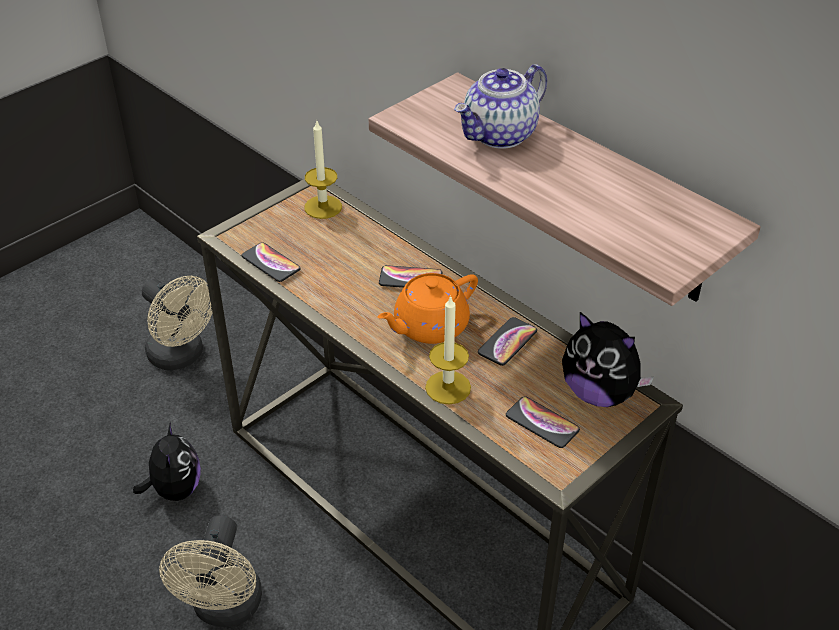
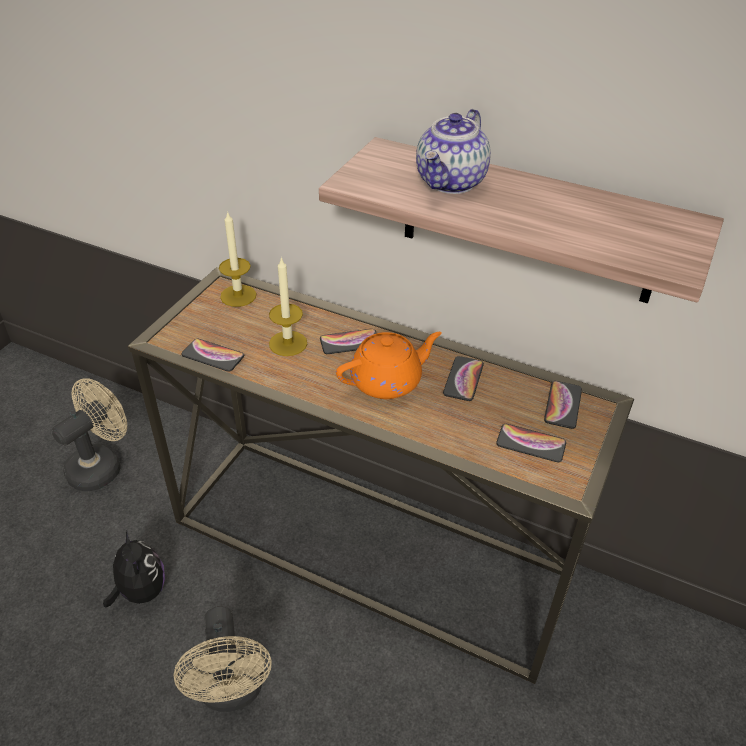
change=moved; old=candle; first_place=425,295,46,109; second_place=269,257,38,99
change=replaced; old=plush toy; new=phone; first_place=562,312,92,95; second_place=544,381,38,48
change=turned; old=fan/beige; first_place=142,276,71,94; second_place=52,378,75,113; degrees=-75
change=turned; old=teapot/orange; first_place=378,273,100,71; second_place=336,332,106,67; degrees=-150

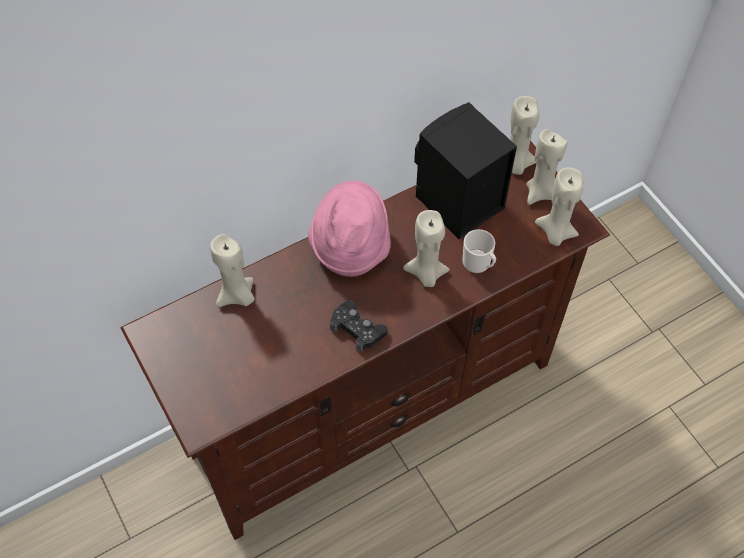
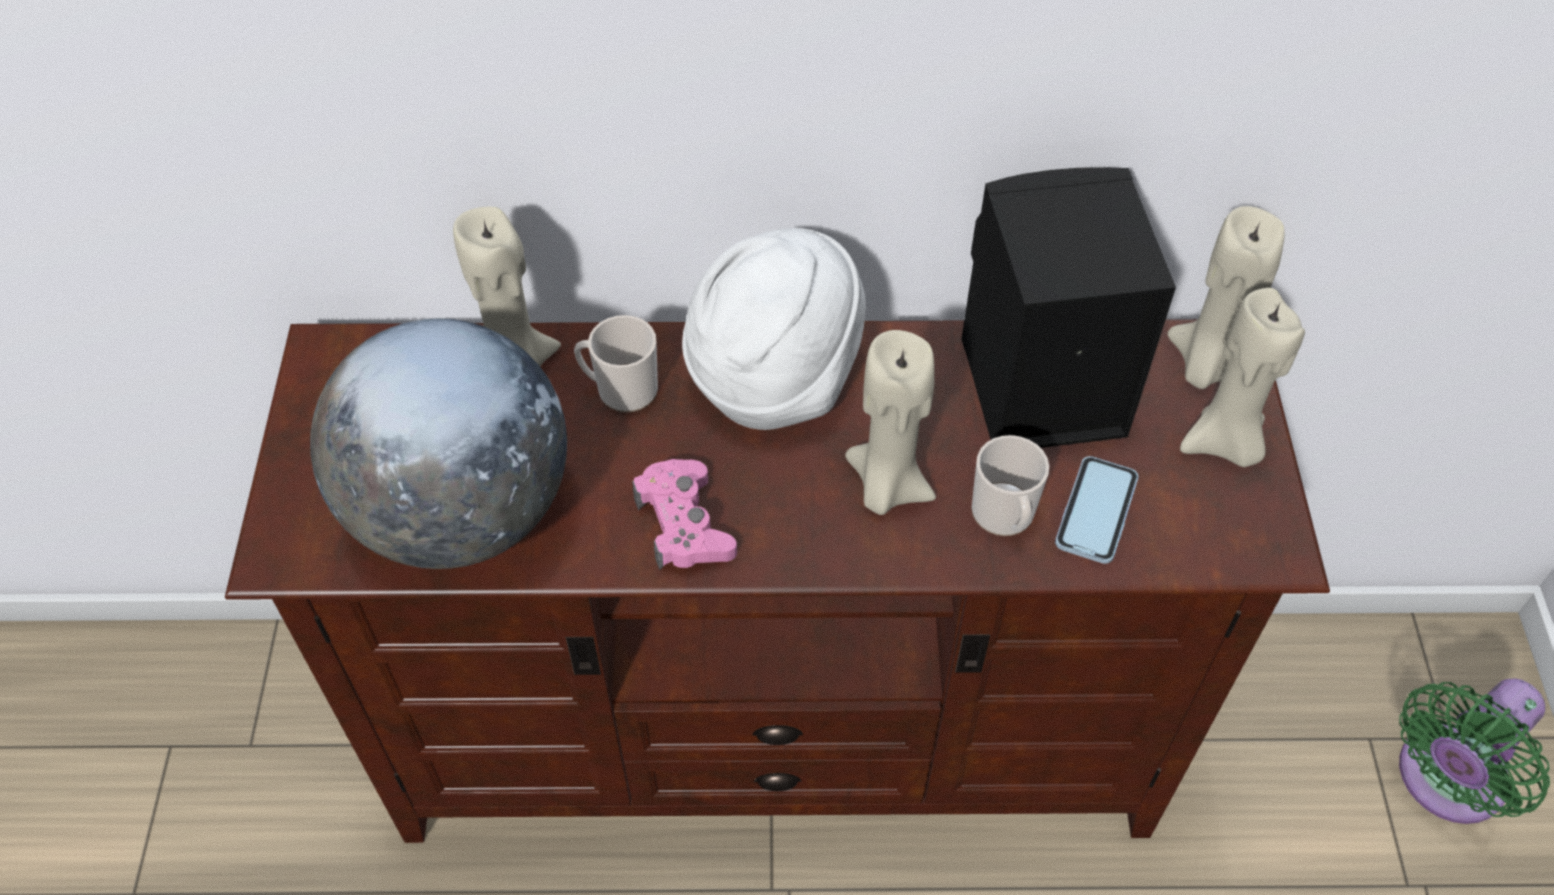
change=removed; old=candle/beige; first_place=535,167,48,79
change=added; new=globe; second_place=310,318,257,251
change=added; new=mug; second_place=574,315,84,98
change=added; new=phone; second_place=1055,456,84,108
change=added; new=fan/green; second_place=1399,679,151,145
change=recoloured; old=hat/pink; new=hat/white; first_place=308,181,83,96; second_place=682,228,184,202
change=recoloured; old=game controller/black; new=game controller/pink; first_place=330,300,57,53; second_place=632,459,105,111

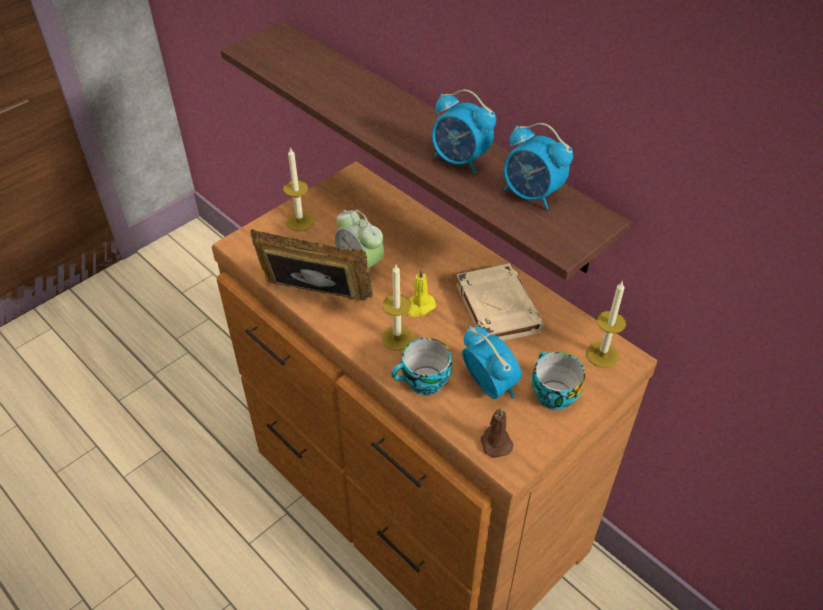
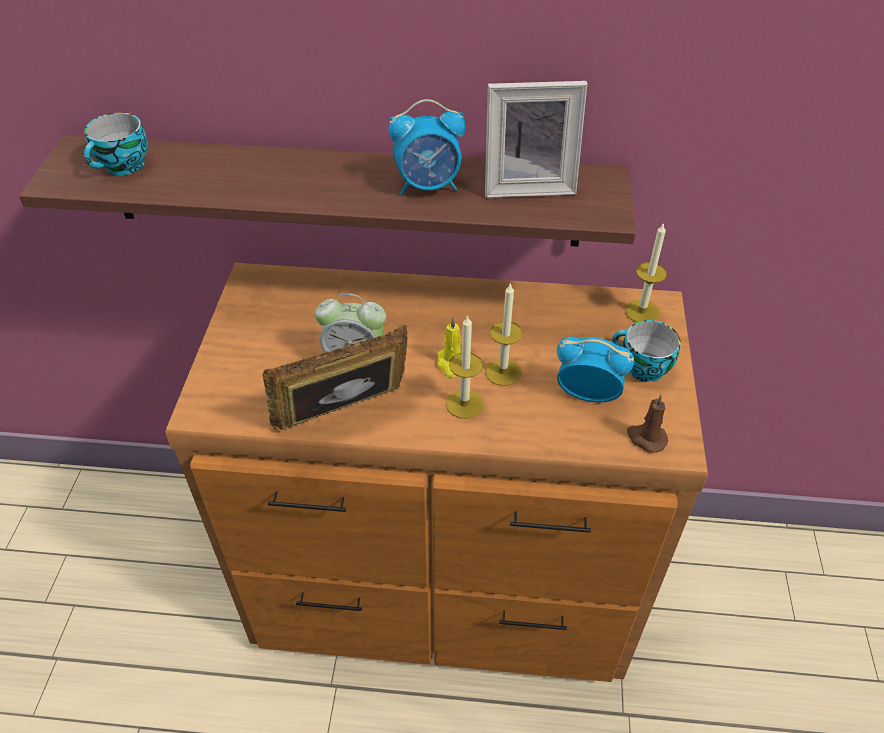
change=removed; old=book/beige; first_place=456,263,88,78
change=moved; old=candle; first_place=283,147,31,84; second_place=485,284,38,102
change=moved; old=cup; first_place=392,338,60,57; second_place=84,112,64,63
change=replaced; old=alarm clock; new=picture frame; first_place=504,123,69,87; second_place=485,81,102,117

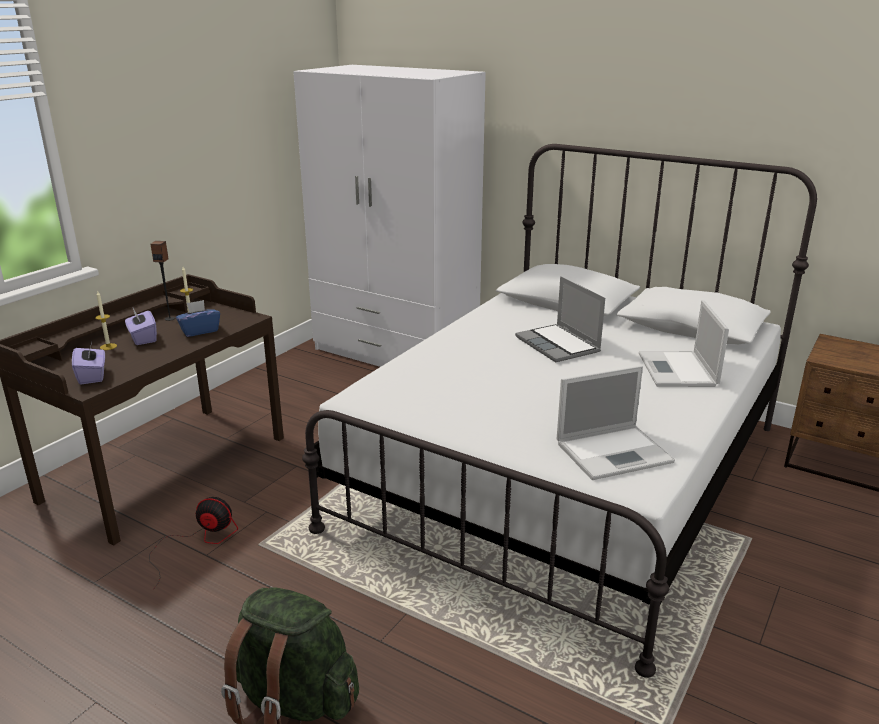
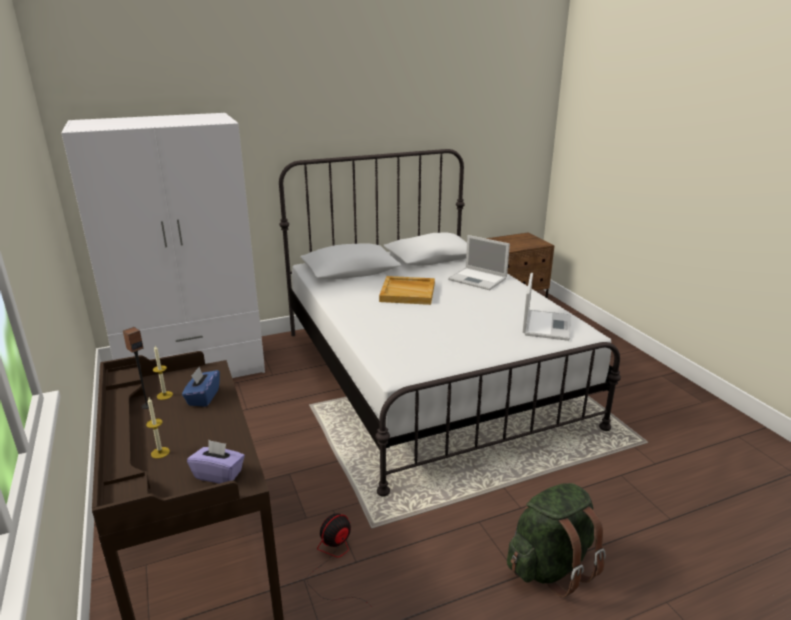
change=removed; old=tissue box/purple; first_place=125,308,32,37
change=replaced; old=laptop; new=tray/beige; first_place=515,276,90,86; second_place=379,276,56,29

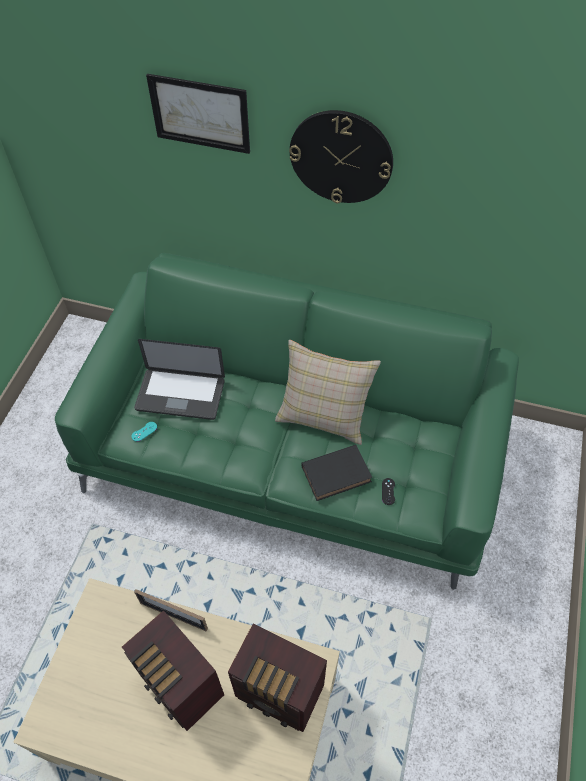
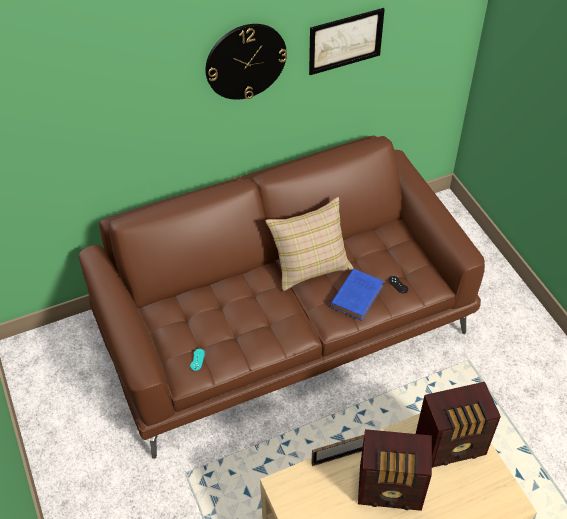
change=removed; old=laptop; first_place=134,339,91,81
change=moved; old=picture; first_place=146,74,104,80; second_place=309,8,76,67
change=recoloured; old=sofa/green; new=sofa/brown; first_place=55,253,464,337; second_place=79,136,406,323
change=recoloured; old=book/black; new=book/blue; first_place=301,445,71,56; second_place=330,269,54,52

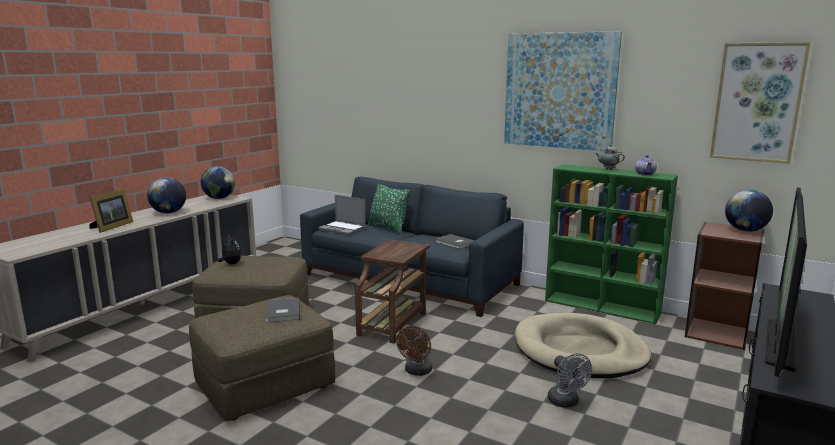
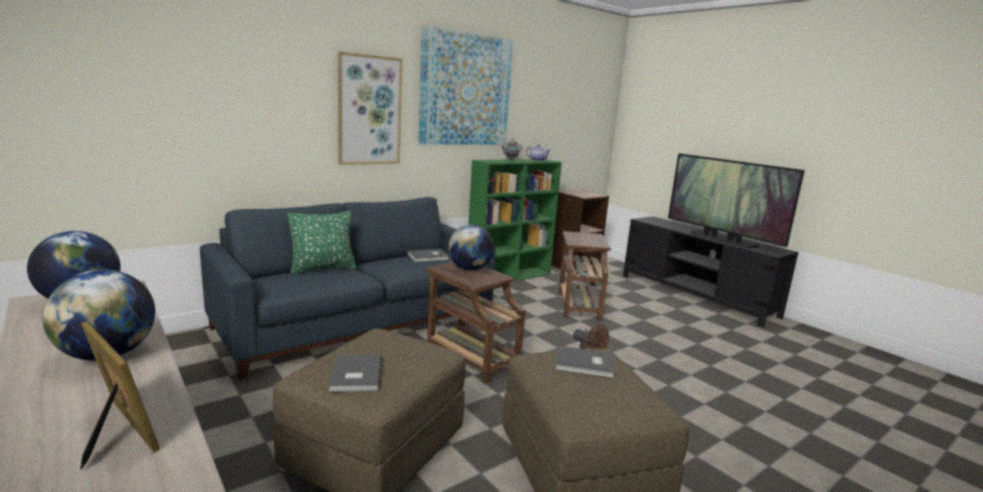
change=removed; old=laptop; first_place=318,195,48,40
change=removed; old=fan/grey; first_place=548,353,44,55
change=moved; old=picture; first_place=710,42,101,122; second_place=338,51,64,114
change=moved; old=globe; first_place=725,190,48,42; second_place=448,225,46,46
change=replaced; old=plush toy; new=book/grey; first_place=217,236,25,28; second_place=328,354,54,38
change=replaced; old=dog bed/beige; new=side table/brown; first_place=515,313,136,65; second_place=559,231,52,89

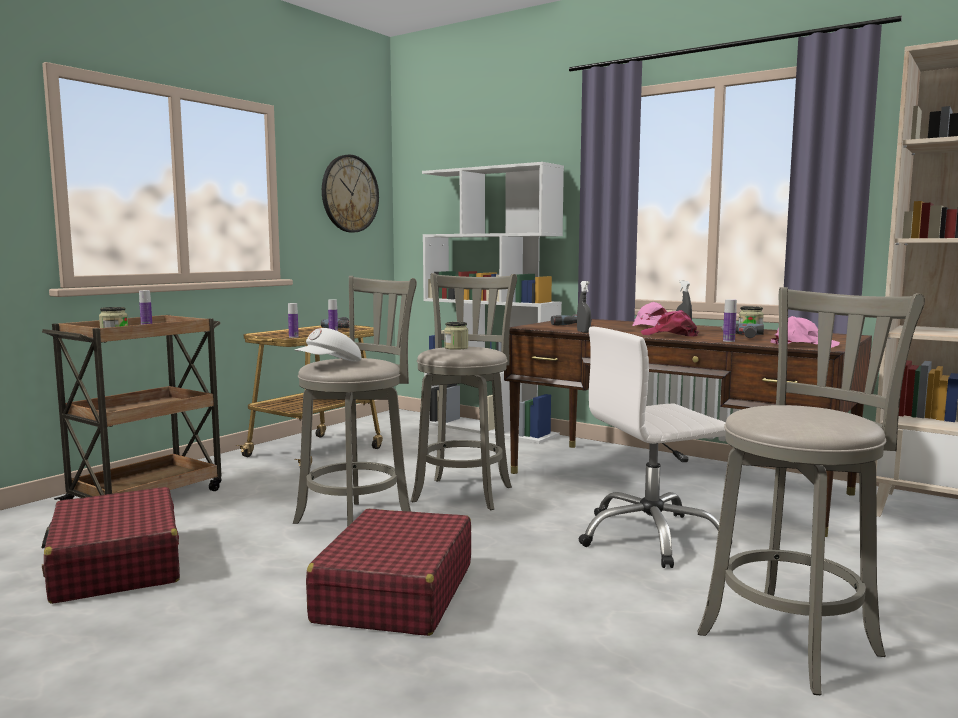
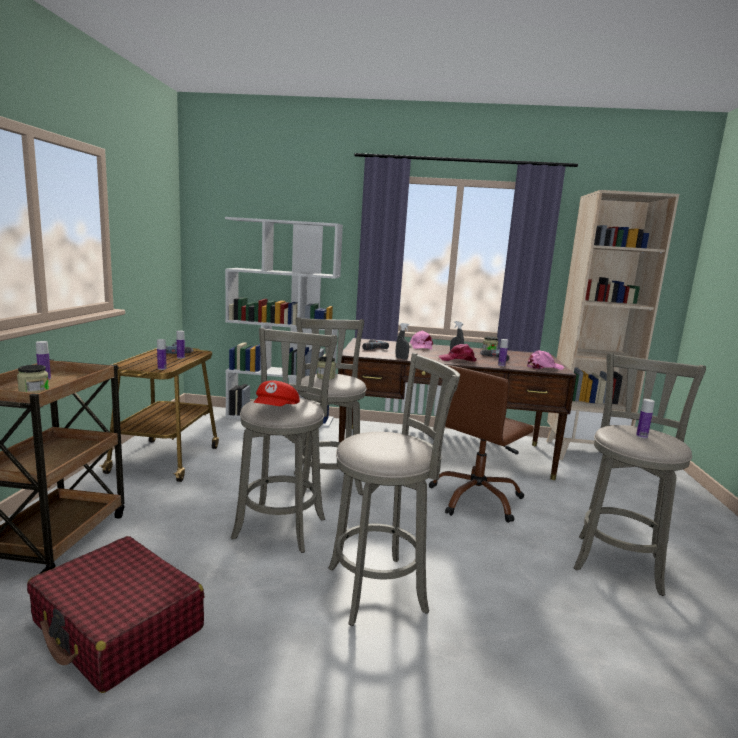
change=removed; old=wall clock; first_place=322,155,57,78
change=added; new=bottle; second_place=636,399,19,39
change=replaced; old=suitcase/red; new=stool/grey; first_place=306,509,165,127; second_place=328,353,132,273
change=recoloured; old=cap/white; new=cap/red; first_place=295,328,66,34; second_place=253,380,47,26
change=recoloured; old=office chair/white; new=office chair/brown; first_place=579,327,153,241; second_place=429,365,105,158

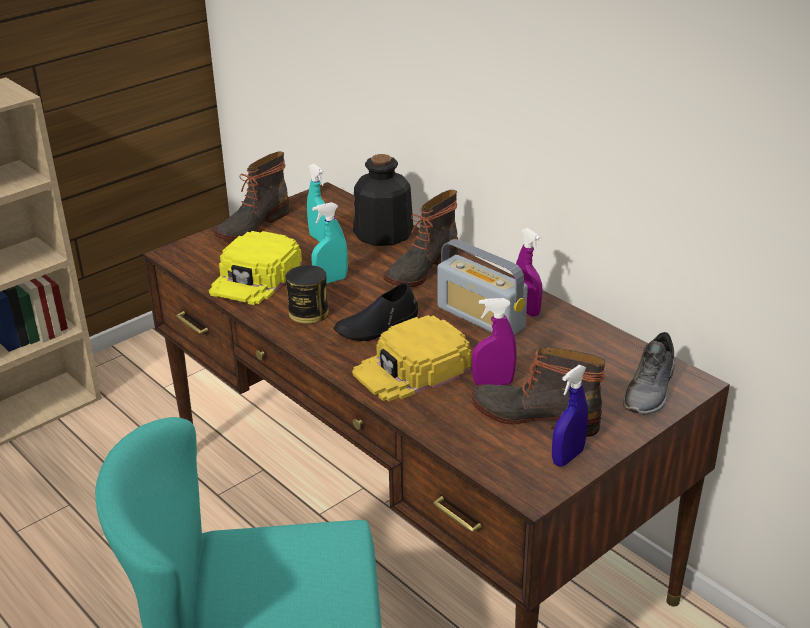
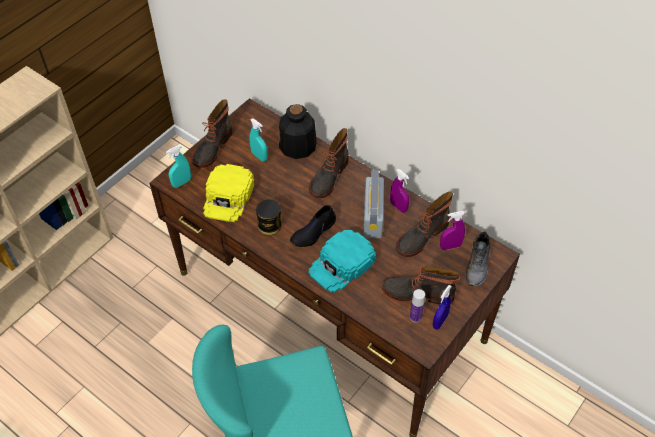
change=added; new=boot; second_place=396,192,57,65
change=added; new=bottle; second_place=410,289,15,34
change=moved; old=spray bottle/turquoise; first_place=311,202,37,82; second_place=166,145,25,43
change=moved; old=spray bottle/purple; first_place=472,298,45,87; second_place=440,211,25,39
change=recoloured; old=cap/yellow; new=cap/turquoise; first_place=352,315,120,87; second_place=308,229,68,64
change=turned; old=radio; first_place=437,239,91,96; second_place=363,170,21,69; degrees=60

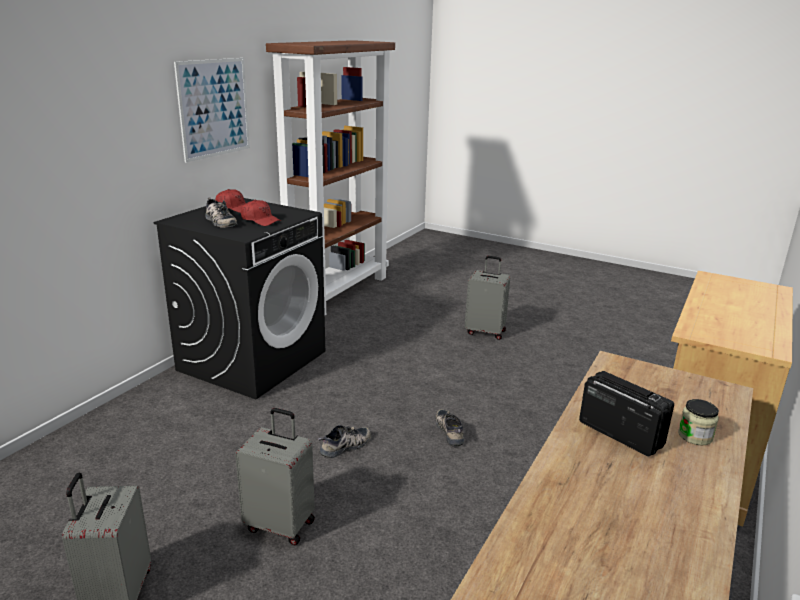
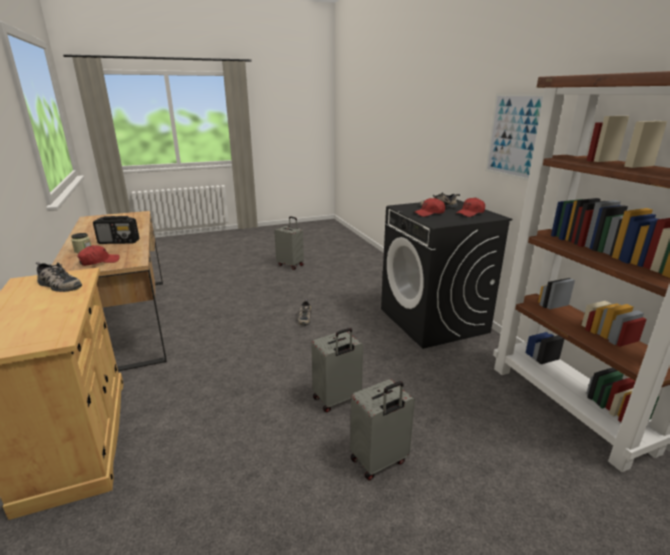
change=added; new=cap/red; second_place=77,245,43,21
change=moved; old=suitcase/grey; first_place=235,408,80,138; second_place=311,328,52,85
change=moved; old=shoe; first_place=435,409,29,37; second_place=36,262,46,30

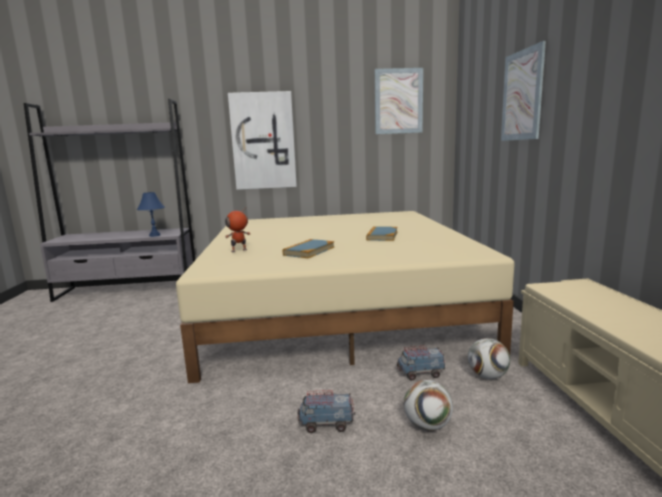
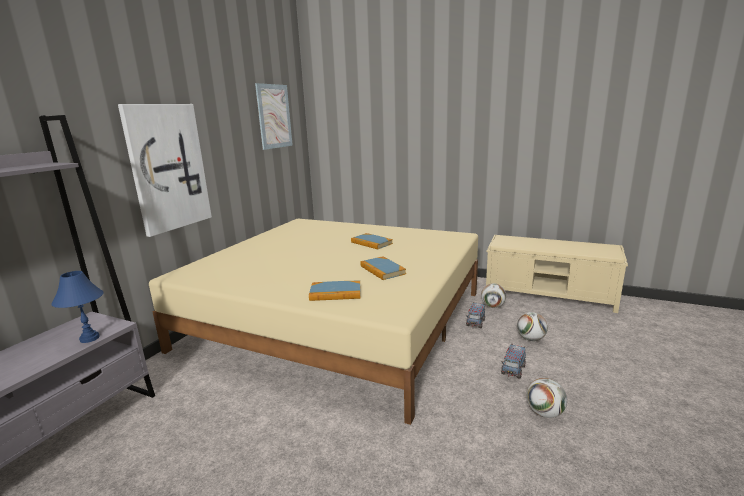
change=removed; old=picture; first_place=501,41,45,100
change=added; new=football; second_place=526,378,41,40
change=replaced; old=toy robot; new=book; first_place=225,207,26,45; second_place=309,281,51,20

